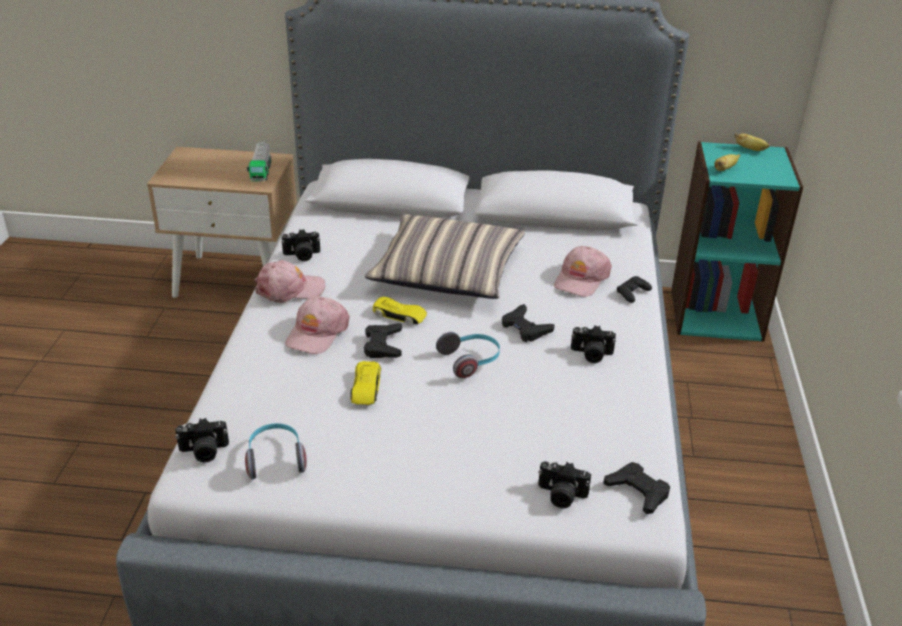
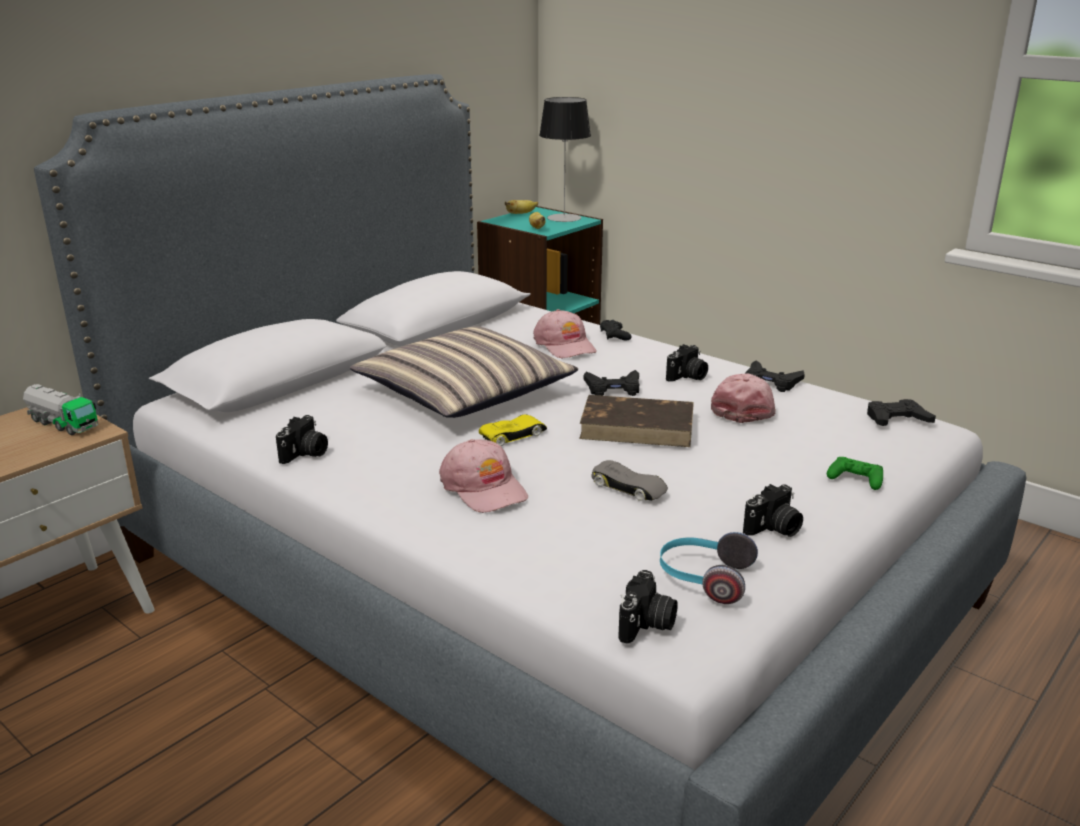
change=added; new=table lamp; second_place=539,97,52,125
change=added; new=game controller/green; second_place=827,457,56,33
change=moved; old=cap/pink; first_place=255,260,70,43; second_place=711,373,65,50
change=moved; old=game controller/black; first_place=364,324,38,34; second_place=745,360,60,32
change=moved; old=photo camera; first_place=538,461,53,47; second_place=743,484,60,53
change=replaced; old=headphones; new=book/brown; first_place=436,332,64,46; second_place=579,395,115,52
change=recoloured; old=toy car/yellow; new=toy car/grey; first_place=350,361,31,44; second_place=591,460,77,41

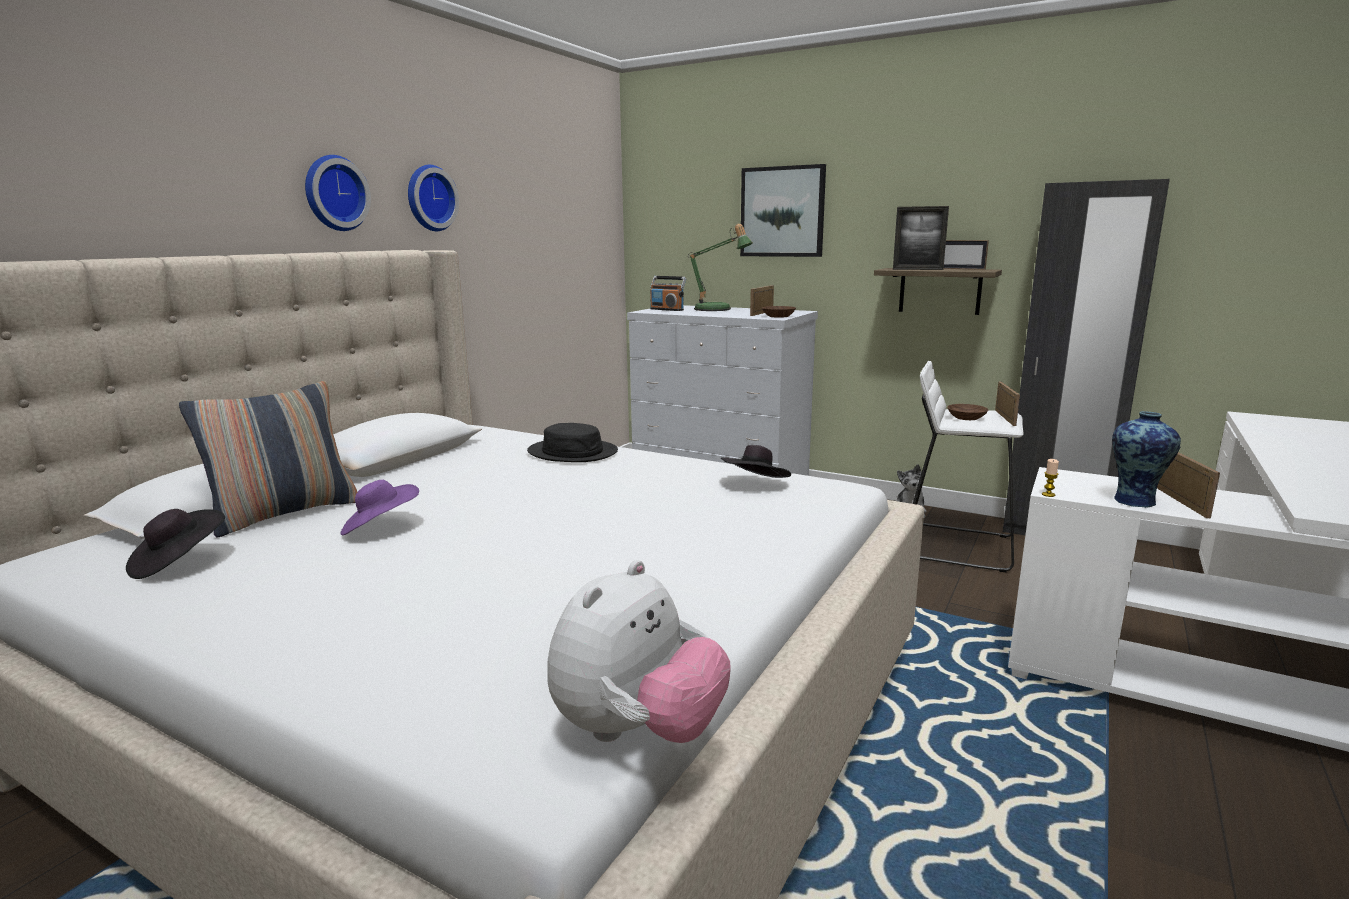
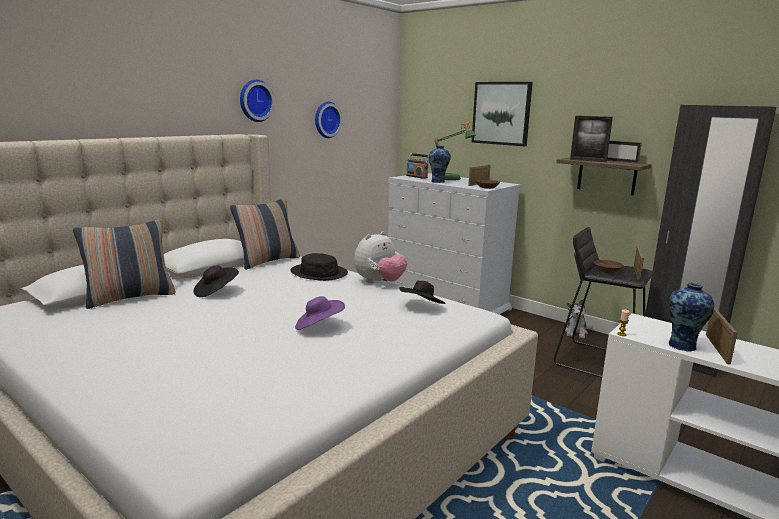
change=added; new=pillow; second_place=230,198,70,72
change=added; new=vase; second_place=429,146,22,37
change=moved; old=hat/black; first_place=126,509,99,70; second_place=193,265,46,32
change=moved; old=wall clock; first_place=305,155,66,76; second_place=315,102,27,36
change=moved; old=hat/purple; first_place=341,480,78,55; second_place=295,296,50,34
change=moved; old=plush toy; first_place=547,560,184,183; second_place=354,231,53,52
change=recoloured; old=stool/white; new=stool/black; first_place=913,361,110,211; second_place=554,227,100,151

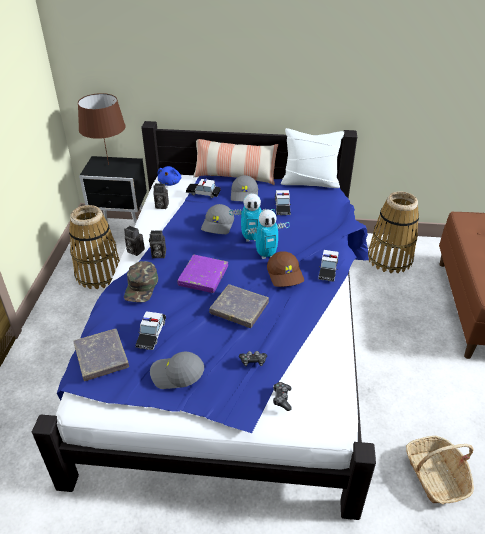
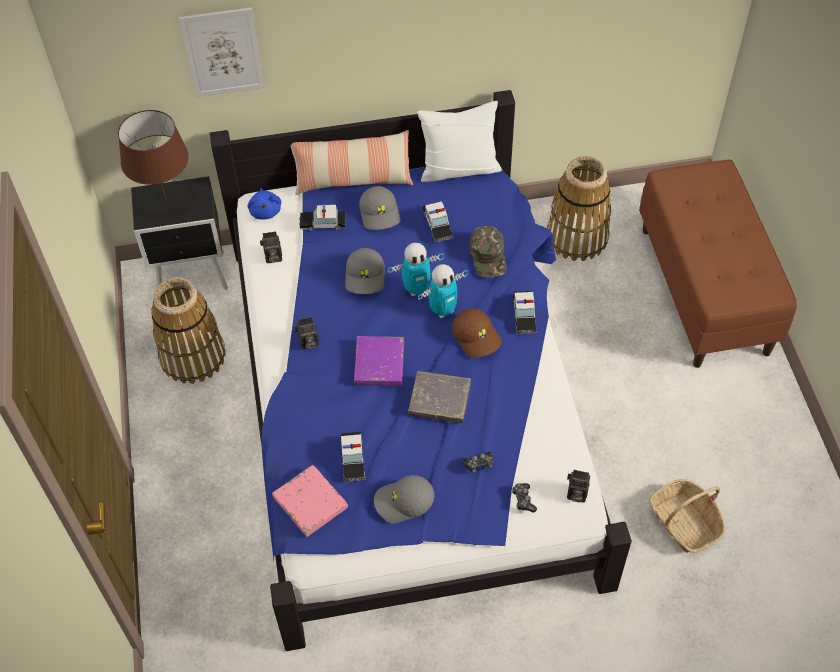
change=added; new=picture; second_place=179,7,86,90
change=moved; old=photo camera; first_place=124,226,21,30; second_place=567,470,23,33
change=moved; old=cap/green; first_place=124,261,34,41; second_place=470,226,37,52
change=recoloured; old=book/grey; new=book/pink; first_place=74,329,55,52; second_place=272,465,76,72

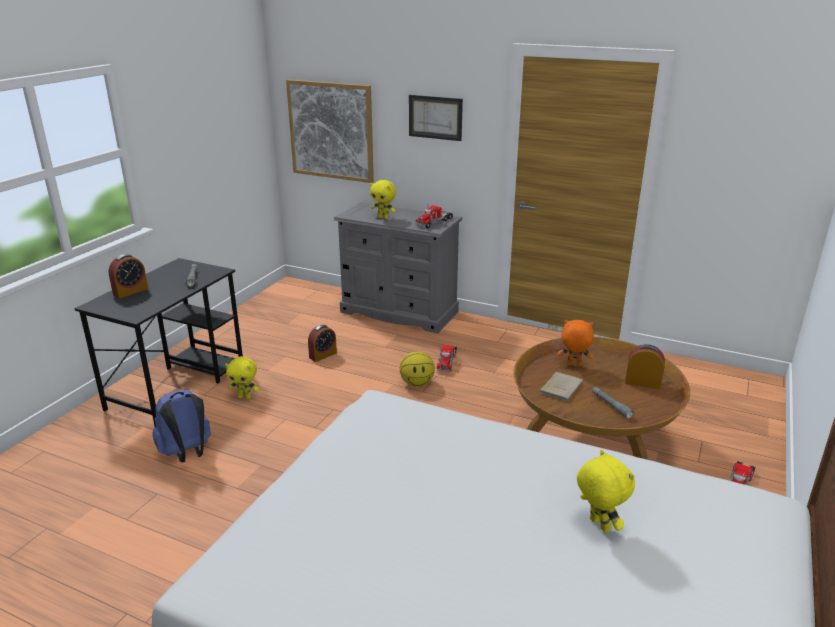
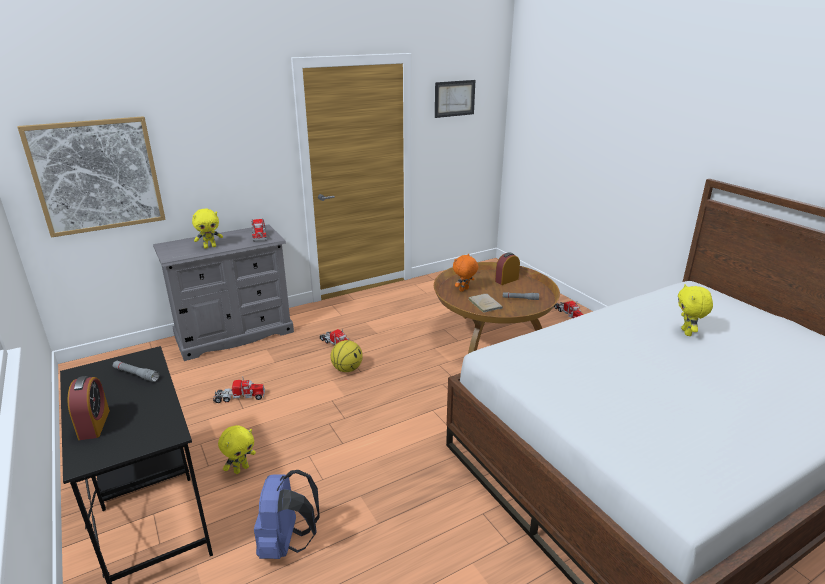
change=moved; old=picture; first_place=409,95,54,46; second_place=435,80,40,38
change=replaced; old=alarm clock; new=toy truck; first_place=308,325,29,37; second_place=213,377,52,26
change=turned; old=plush toy/yellow; first_place=577,449,58,84; second_place=678,284,35,52; degrees=-90

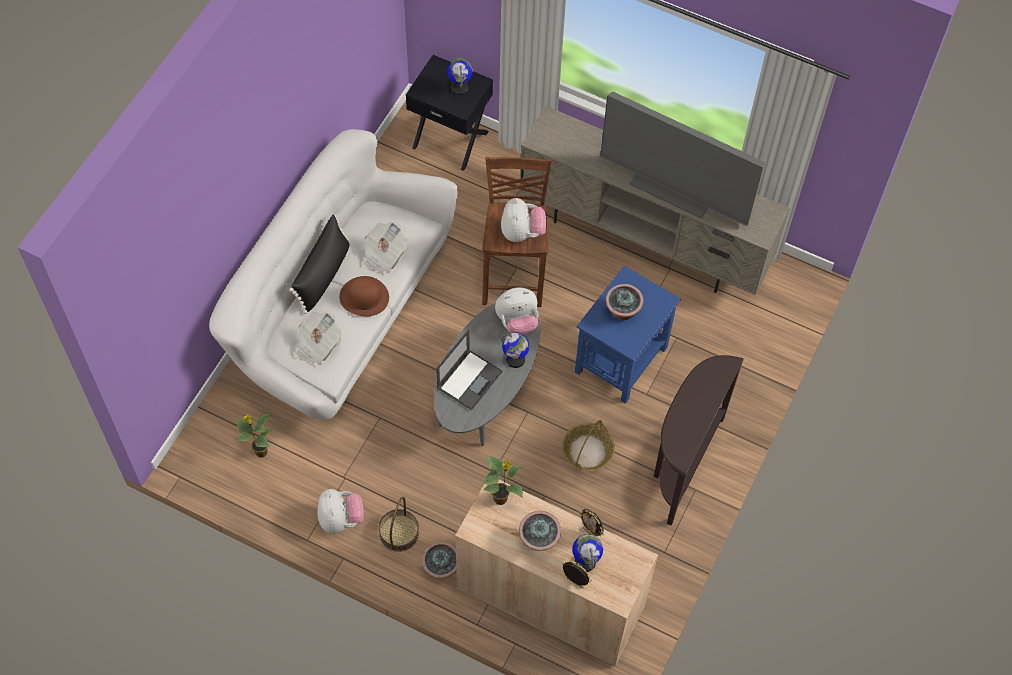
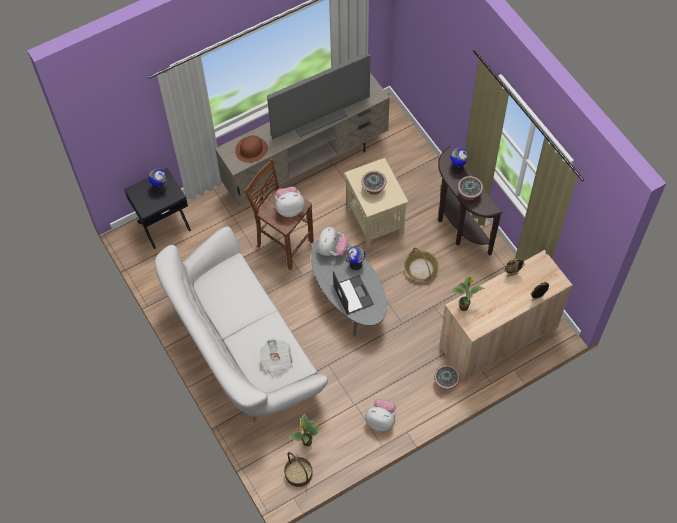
change=removed; old=pillow/black; first_place=289,215,61,99
change=removed; old=newspaper; first_place=362,222,46,51
change=moved; old=hat/brown; first_place=339,276,50,40; second_place=235,135,33,28
change=moved; old=basket; first_place=378,496,41,56; second_place=284,452,29,35
change=moved; old=potted plant; first_place=519,511,42,40; second_place=458,176,25,25
change=moved; old=globe; first_place=572,534,31,38; second_place=450,148,21,26
change=recoloured; old=side table/blue; new=side table/beige; first_place=575,266,106,138; second_place=344,158,64,90
change=turned; old=plush toy; first_place=501,198,45,44; second_place=275,186,30,31; degrees=-45

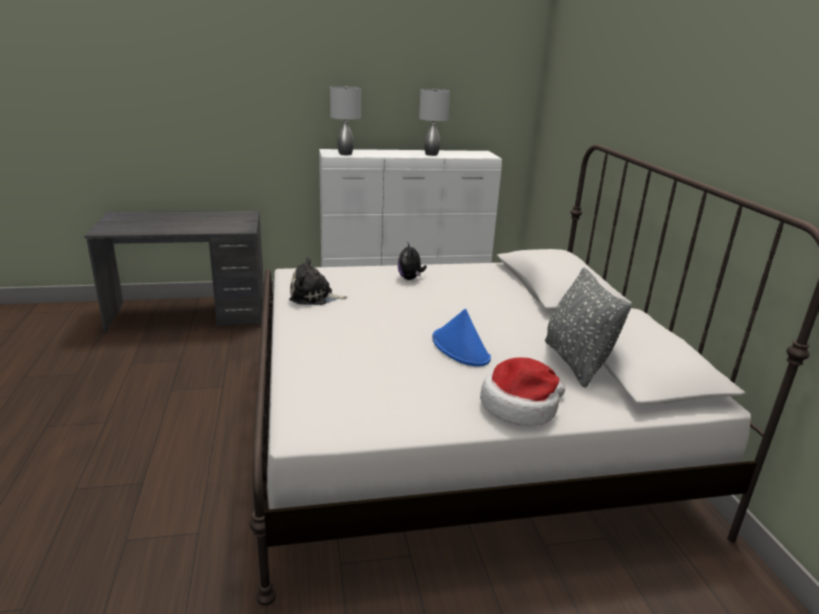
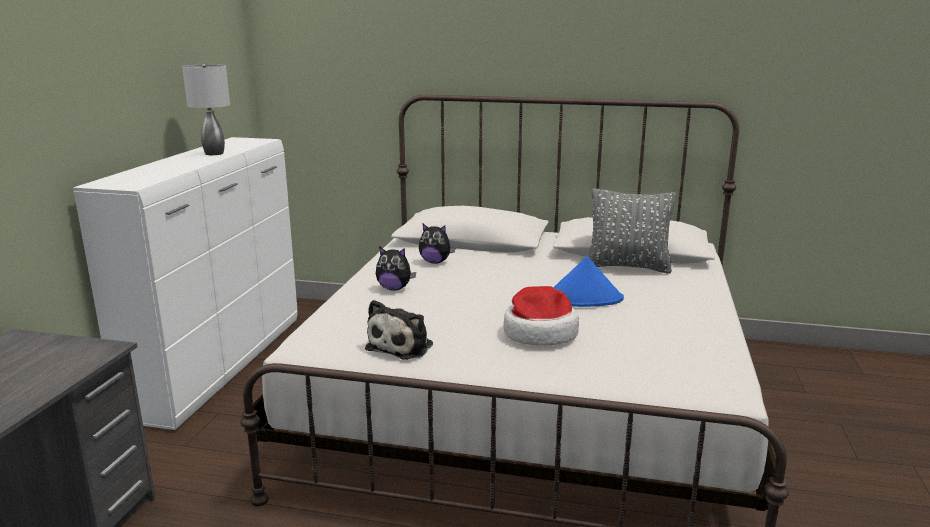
change=removed; old=table lamp/grey; first_place=330,86,31,69
change=added; new=plush toy; second_place=419,224,36,40
change=moved; old=hat; first_place=480,357,85,69; second_place=503,286,76,60

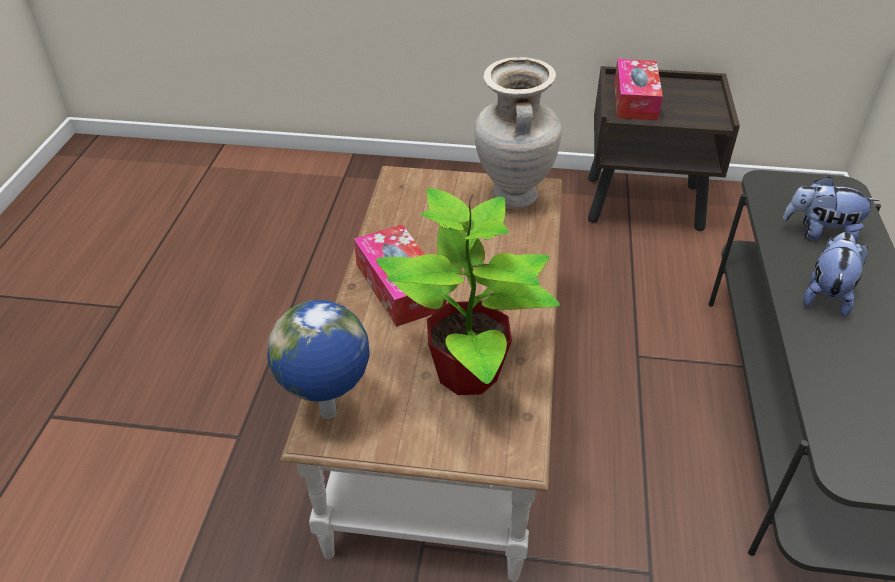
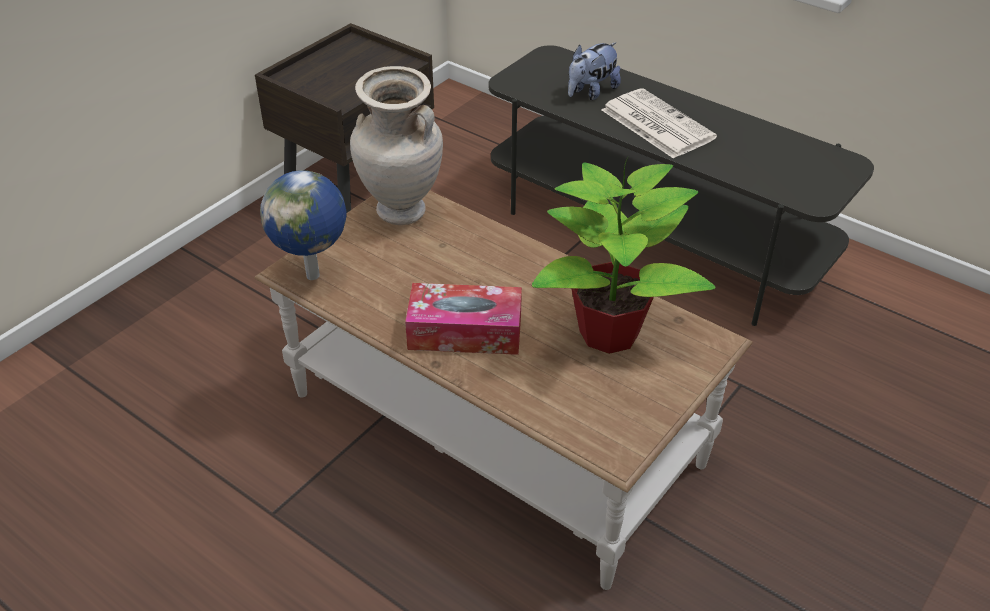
change=removed; old=tissue box; first_place=614,59,49,61
change=moved; old=globe; first_place=267,300,103,119; second_place=260,170,86,110
change=replaced; old=plush toy; new=newspaper; first_place=803,232,65,85; second_place=602,88,115,71

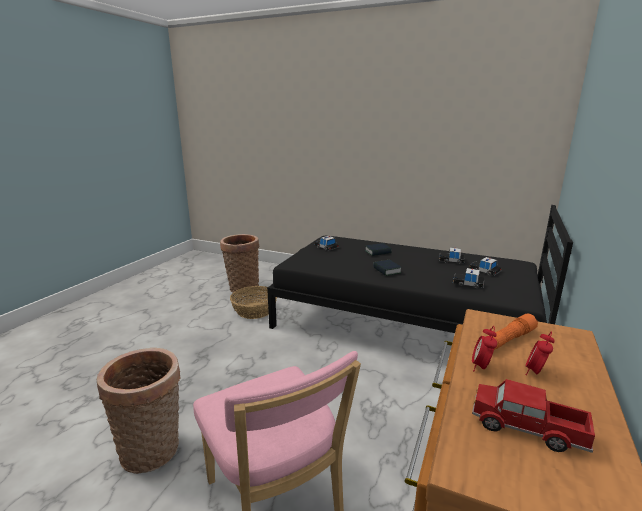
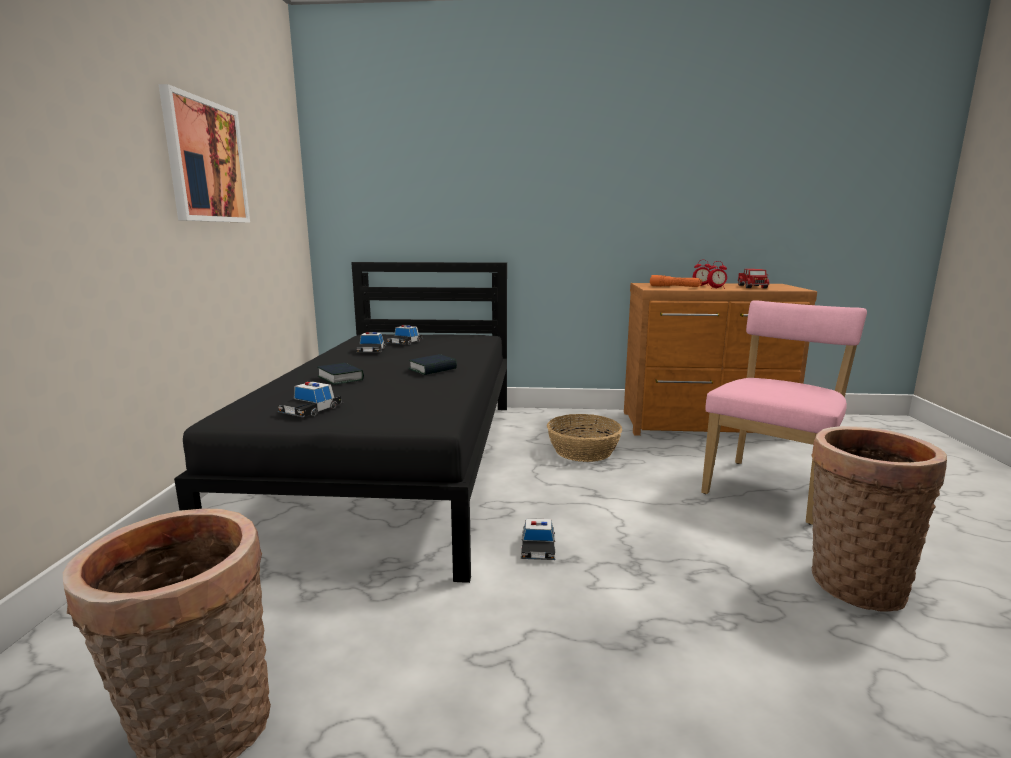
change=added; new=picture; second_place=159,84,91,139
change=moved; old=basket; first_place=230,286,47,33; second_place=547,414,75,48
change=moved; old=toy car; first_place=453,268,31,20; second_place=521,518,34,42

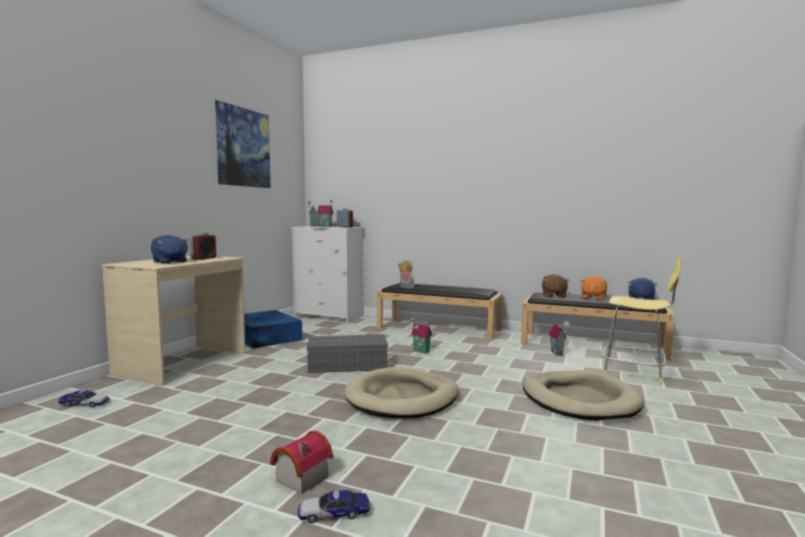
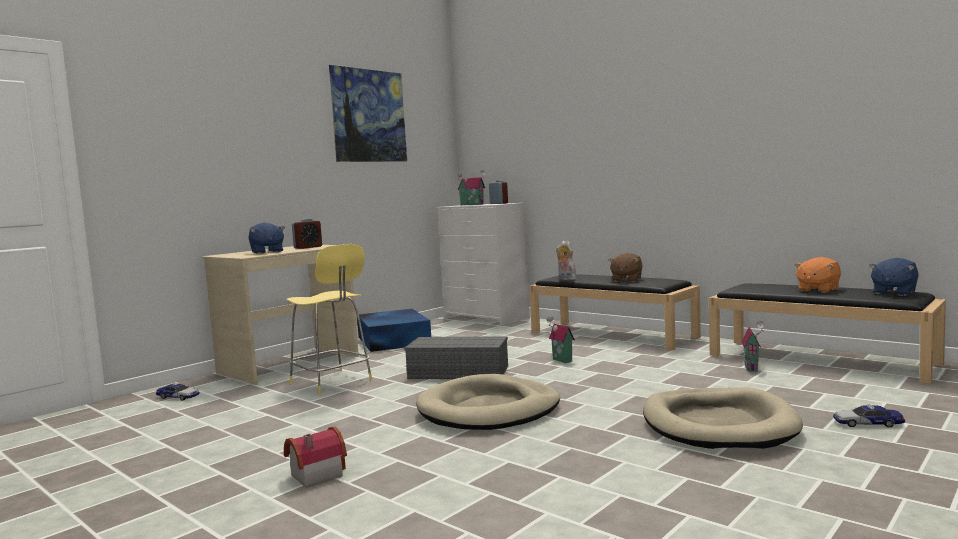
change=moved; old=toy car; first_place=298,490,72,33; second_place=833,404,72,23
change=moved; old=plush toy/brown; first_place=542,274,28,24; second_place=608,253,35,29
change=moved; old=stool/yellow; first_place=602,258,80,128; second_place=287,244,85,151

